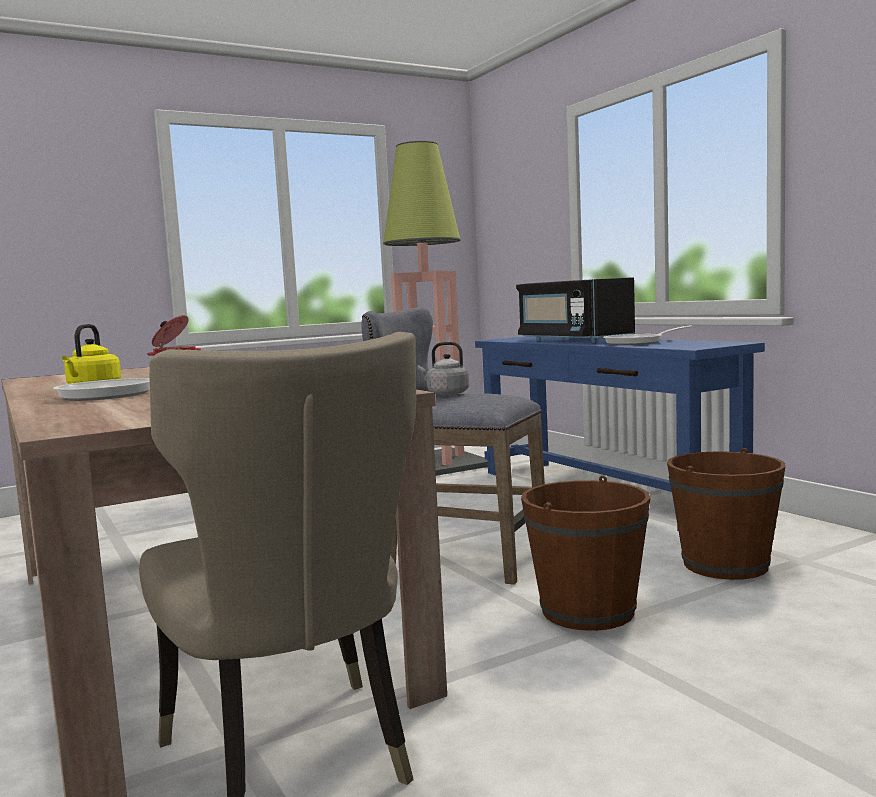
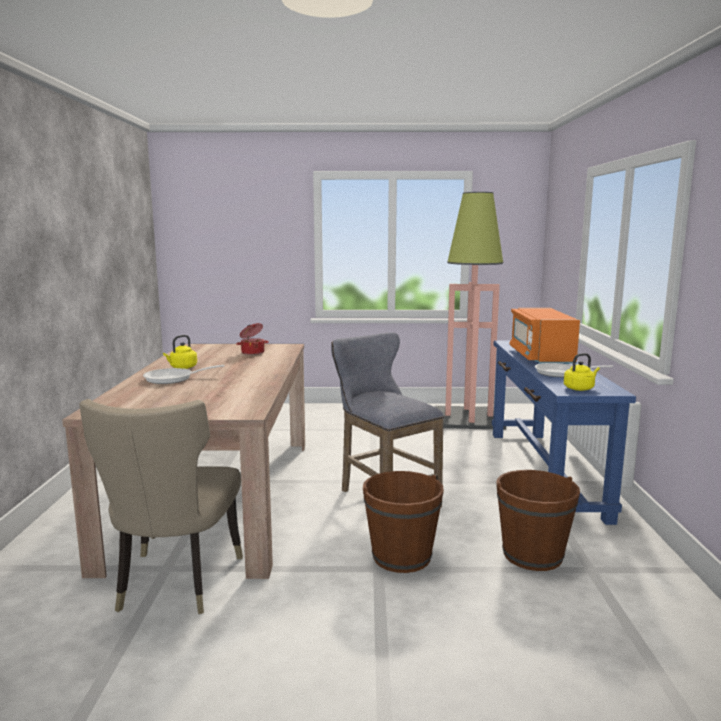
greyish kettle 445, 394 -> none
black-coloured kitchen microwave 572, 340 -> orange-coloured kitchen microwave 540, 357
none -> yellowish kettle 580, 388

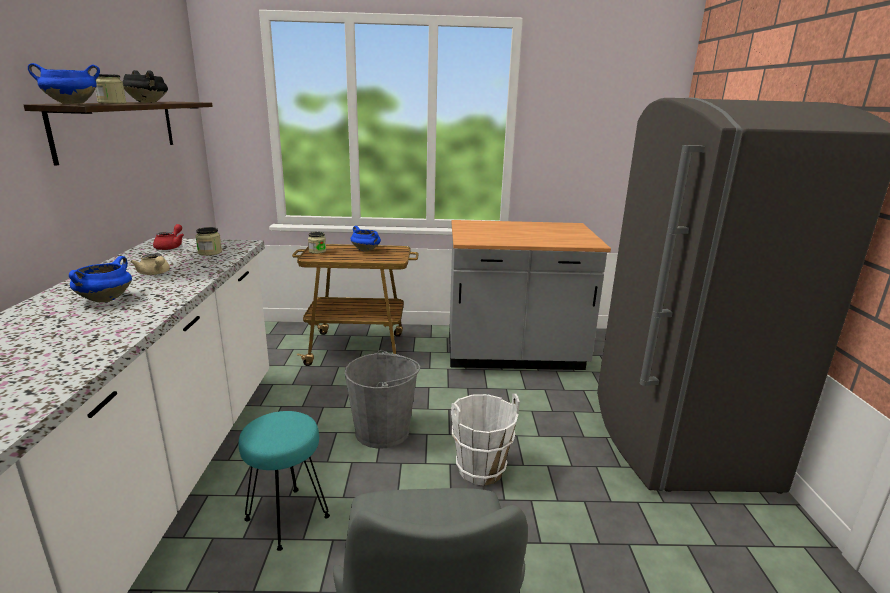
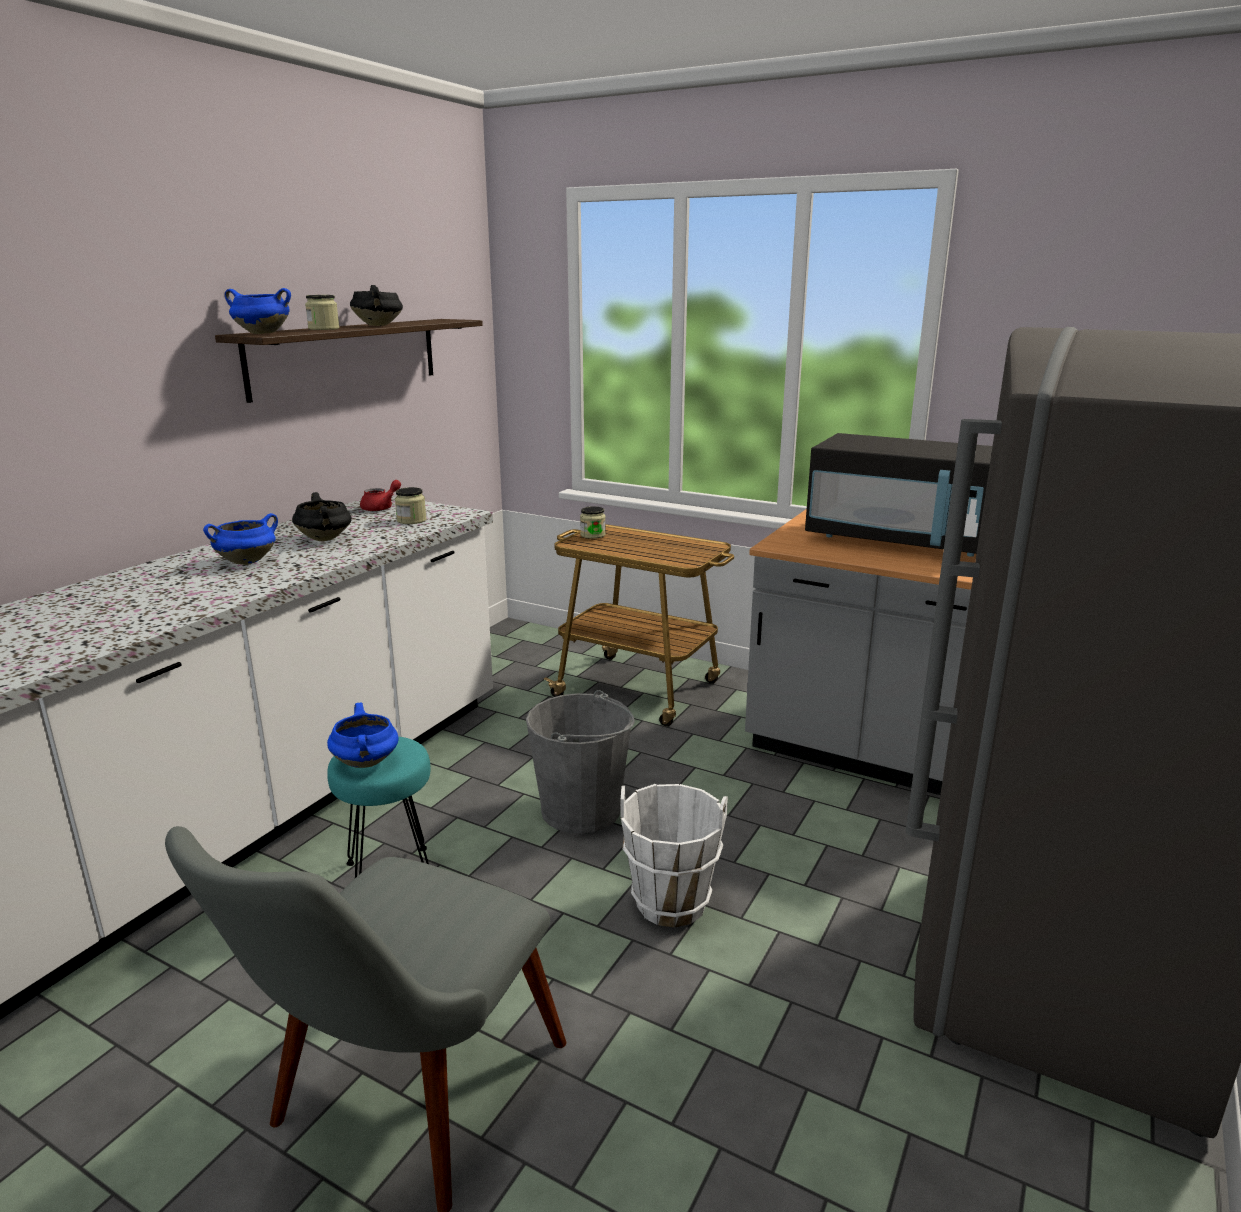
beige teapot 155, 273 -> black-coloured stockpot 325, 539
bluish stockpot 366, 250 -> bluish stockpot 366, 763, moved
none -> black-coloured kitchen microwave 897, 541

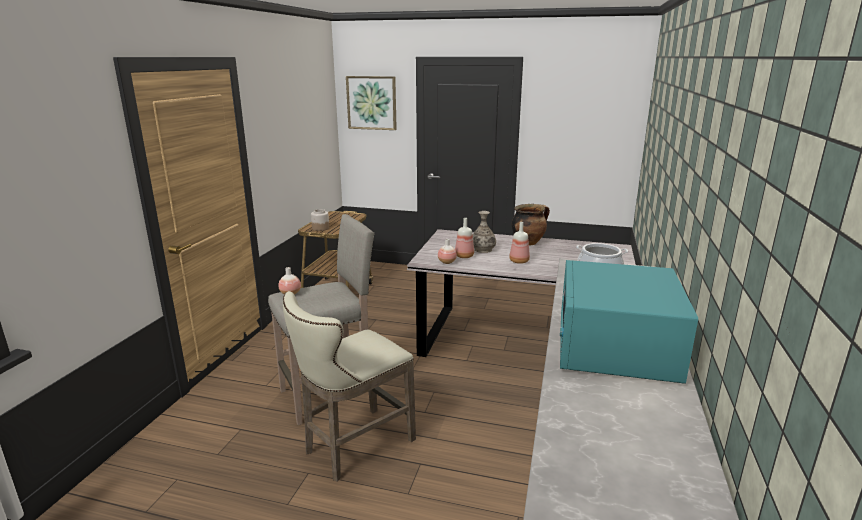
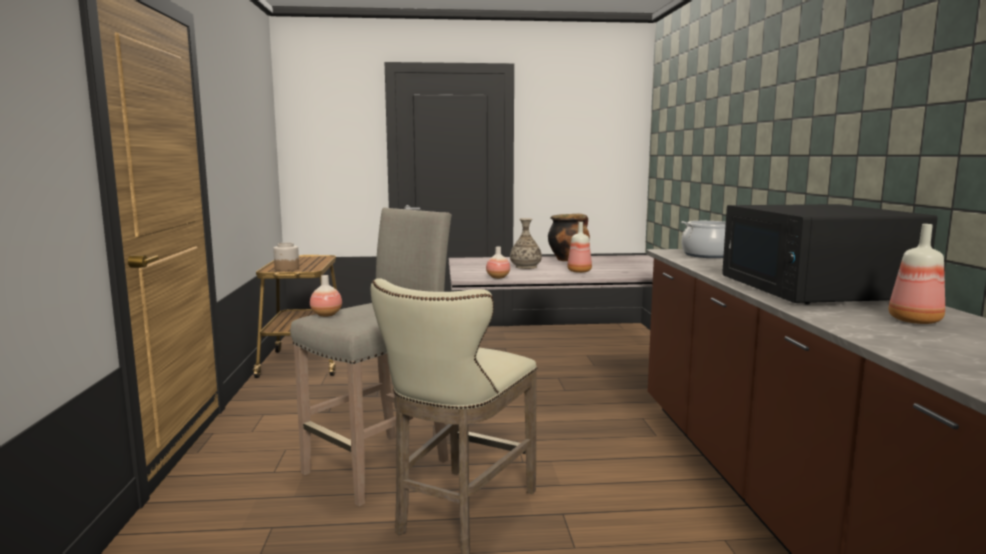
wall art 372, 103 -> none
beverage bottle 463, 256 -> beverage bottle 914, 321, moved
turquoise kitchen microwave 615, 347 -> black-coloured kitchen microwave 815, 289

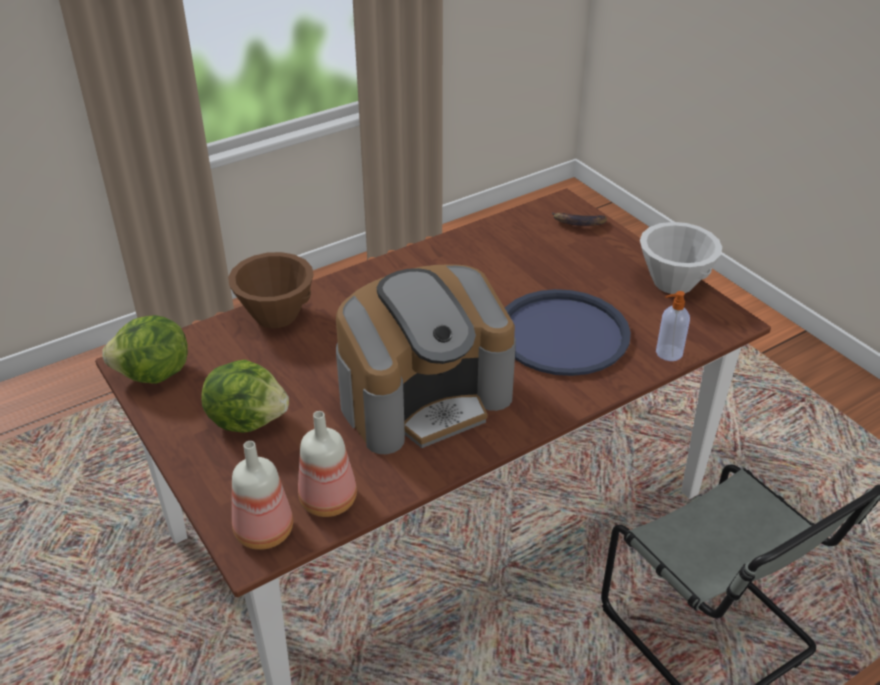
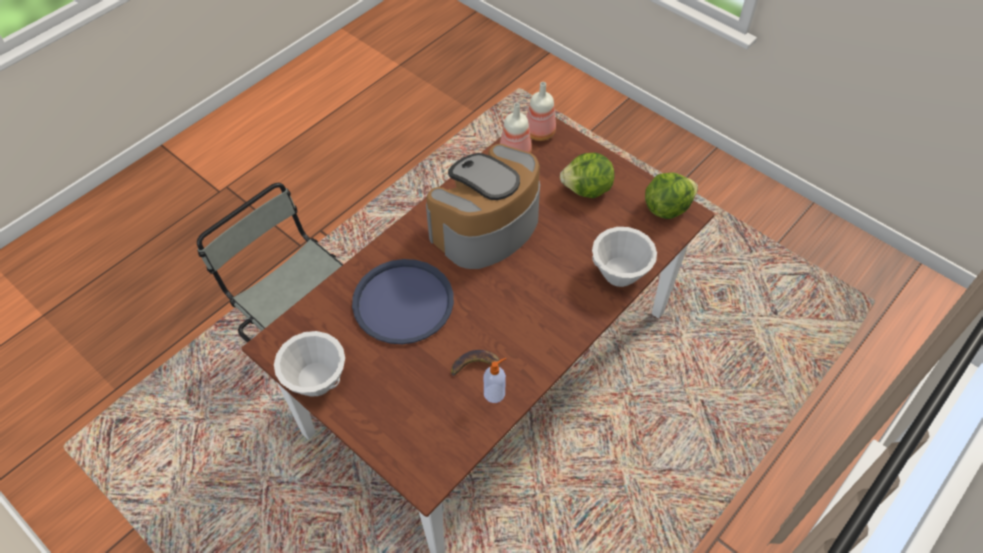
brownish bowl 276, 315 -> white-coloured bowl 620, 274
banana fruit 578, 223 -> banana fruit 476, 366, moved
liquid soap bottle 668, 353 -> liquid soap bottle 495, 393, moved

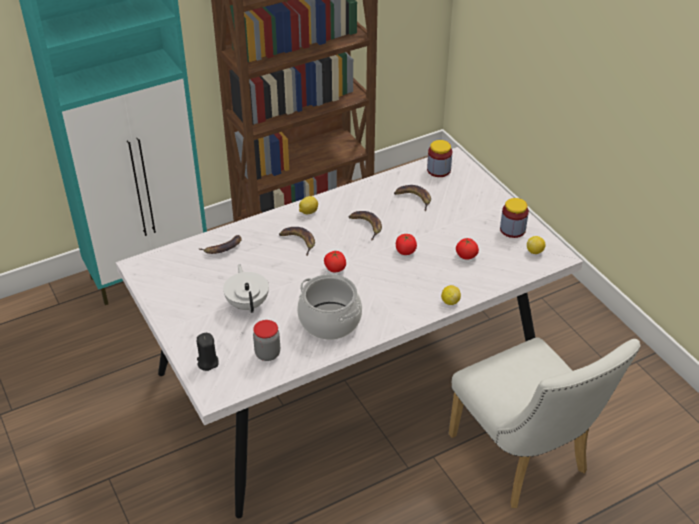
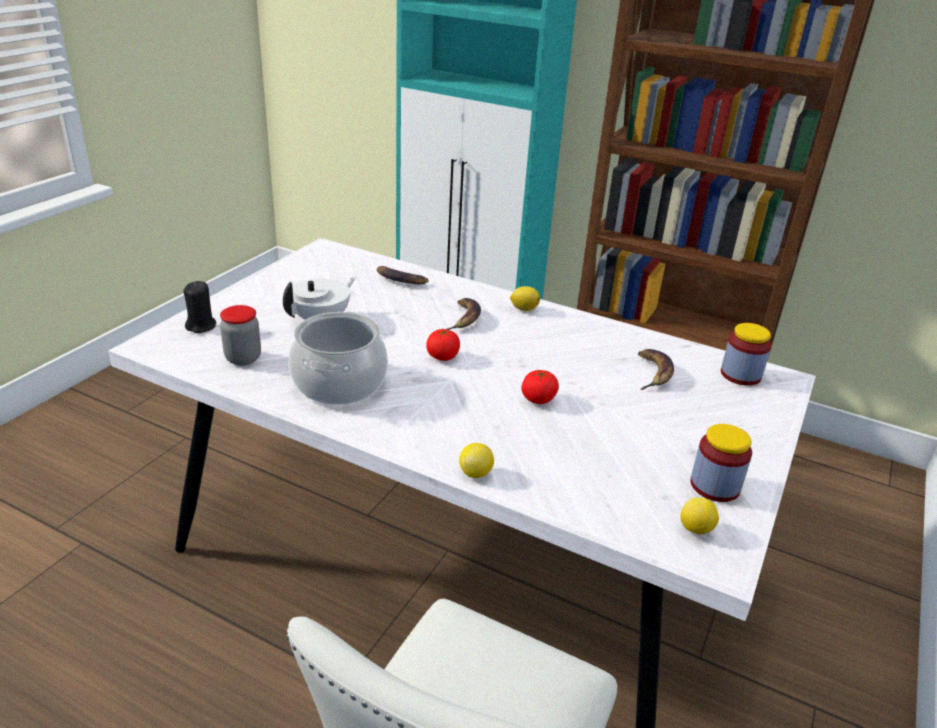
banana fruit 367, 226 -> none
tomato 466, 256 -> none

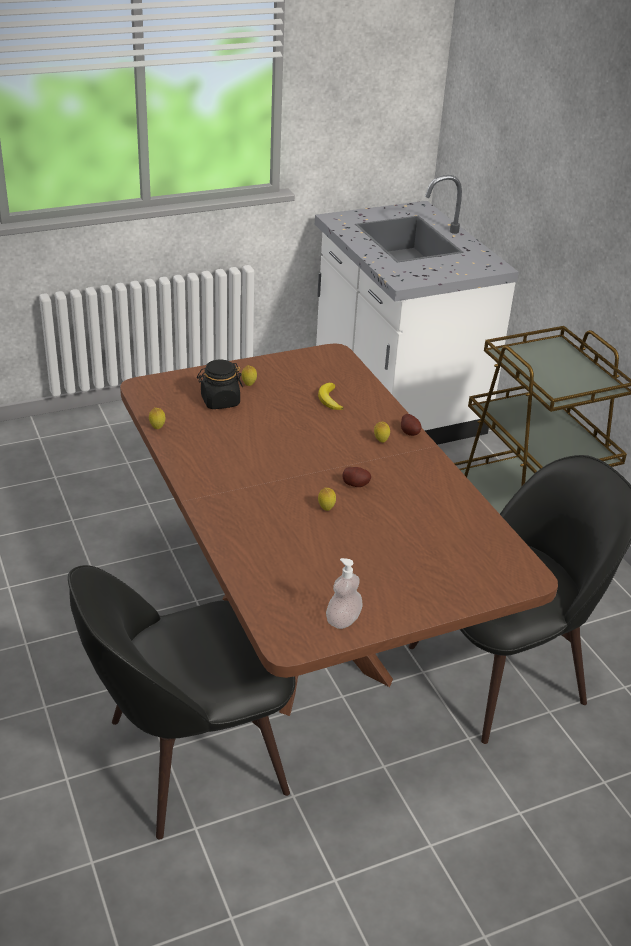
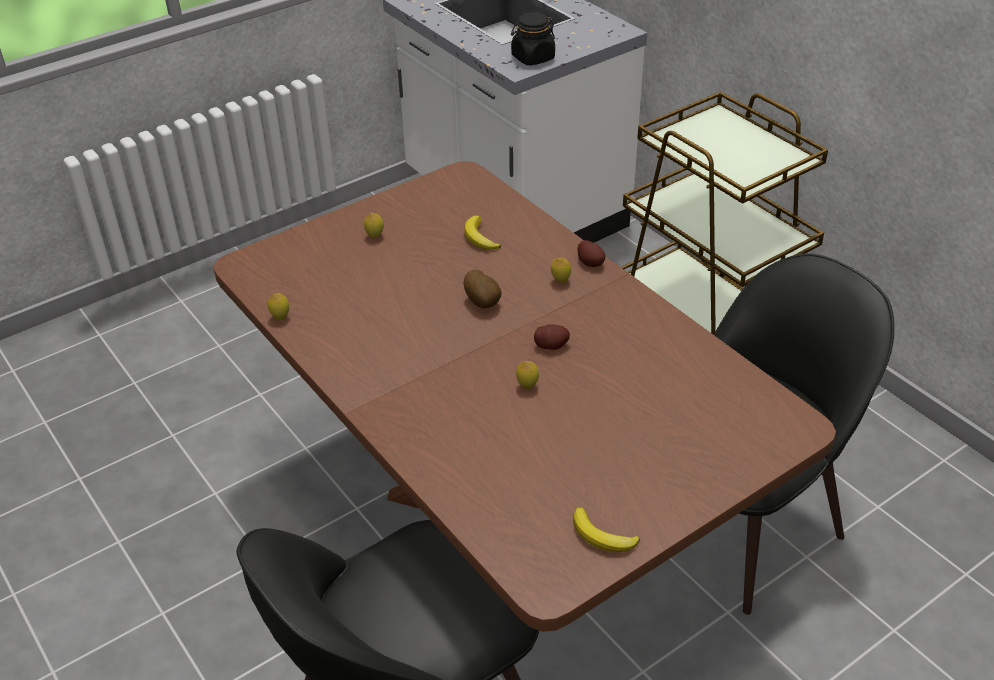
black-coloured preserve jar 220, 401 -> black-coloured preserve jar 532, 58, moved
liquid soap bottle 343, 620 -> banana fruit 602, 536
none -> whole potato 483, 302

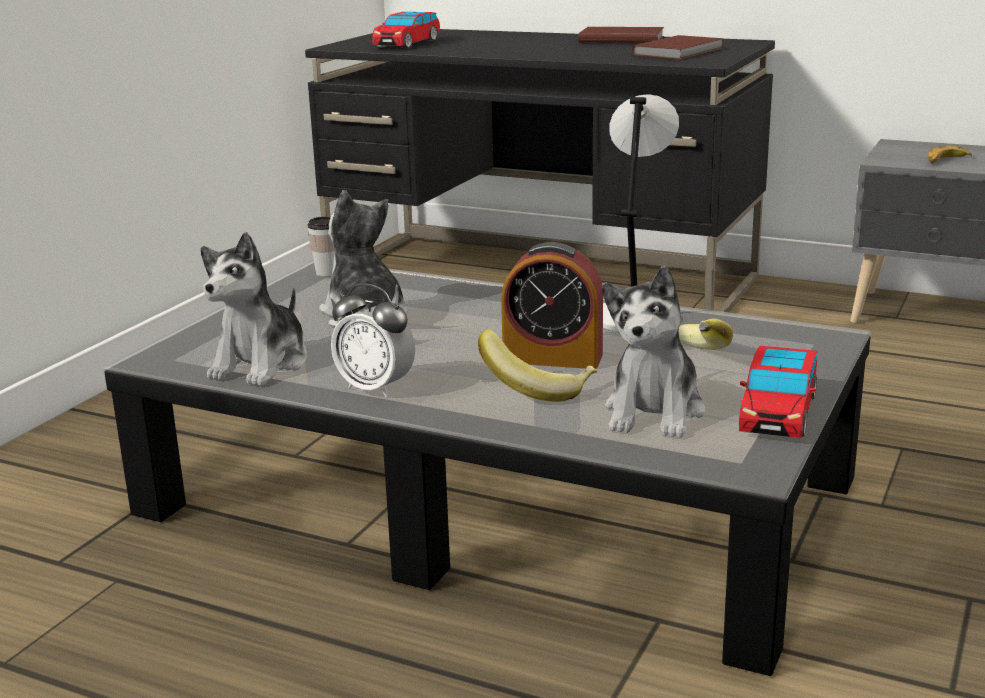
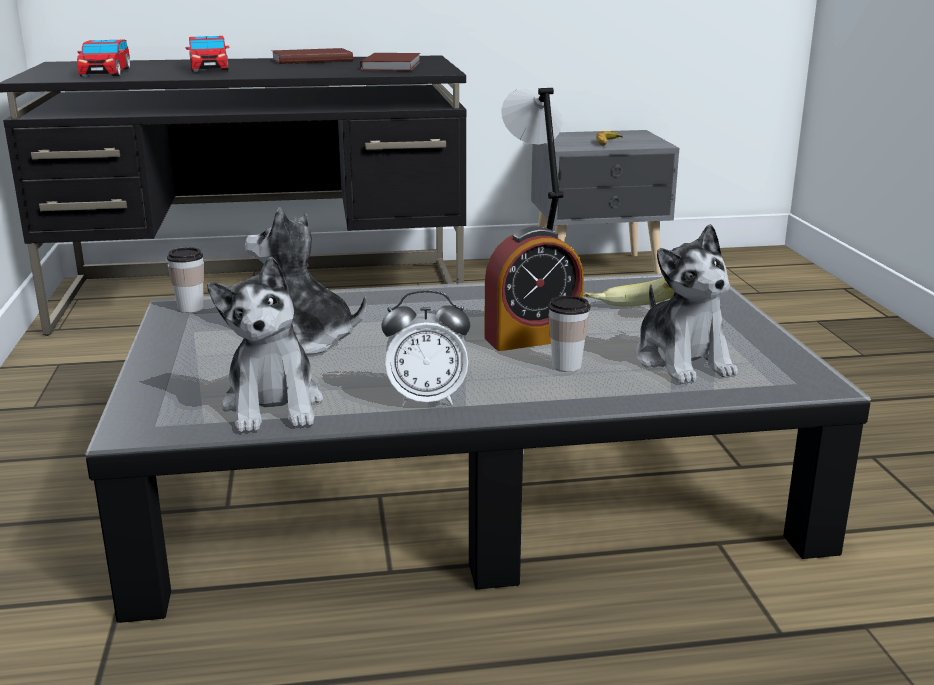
banana fruit 538, 389 -> drinking cup 566, 365
model car 778, 412 -> model car 209, 68, moved

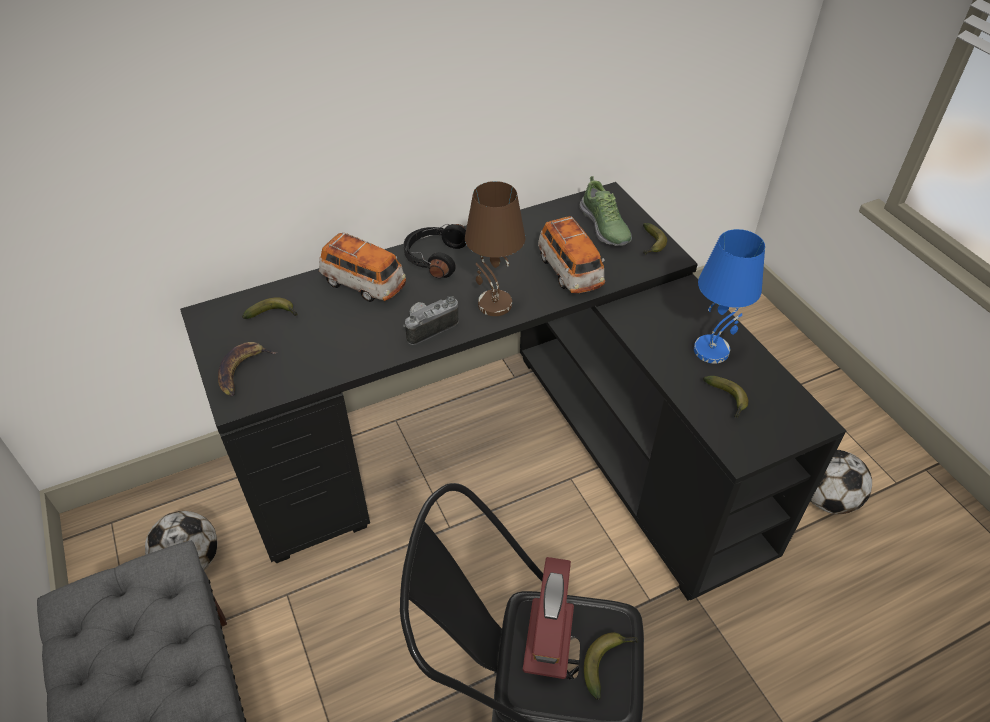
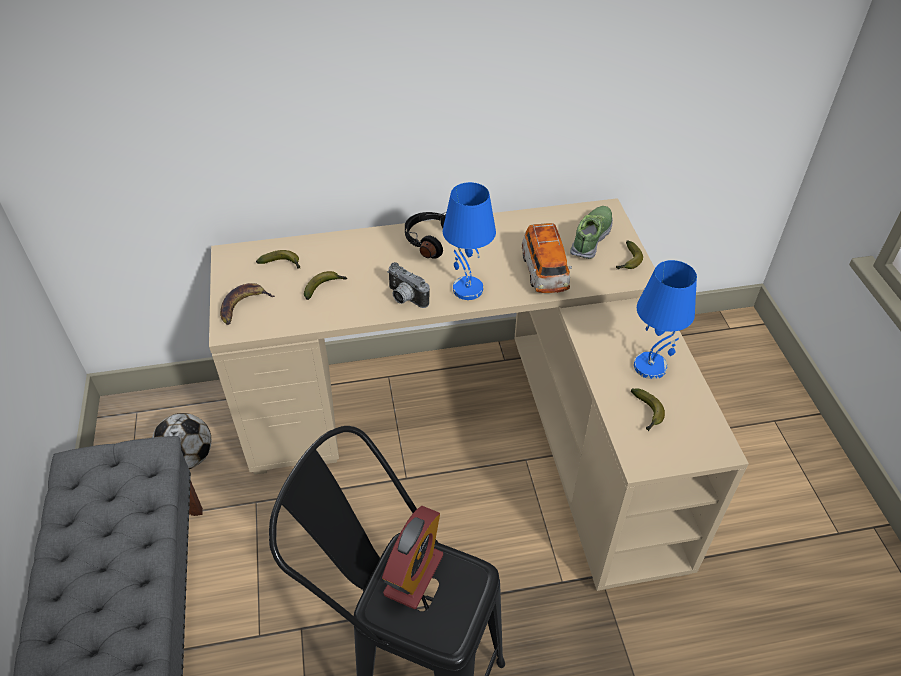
black-coloured desk unit 511, 452 -> beige desk unit 480, 425
model car 364, 284 -> none
photo camera 429, 327 -> photo camera 405, 298, 120 degrees counterclockwise
brownish tabletop lamp 493, 304 -> bluish tabletop lamp 466, 289
item of footwear 605, 227 -> item of footwear 591, 238, 150 degrees counterclockwise
banana fruit 608, 662 -> banana fruit 325, 287, moved
football 827, 499 -> none

